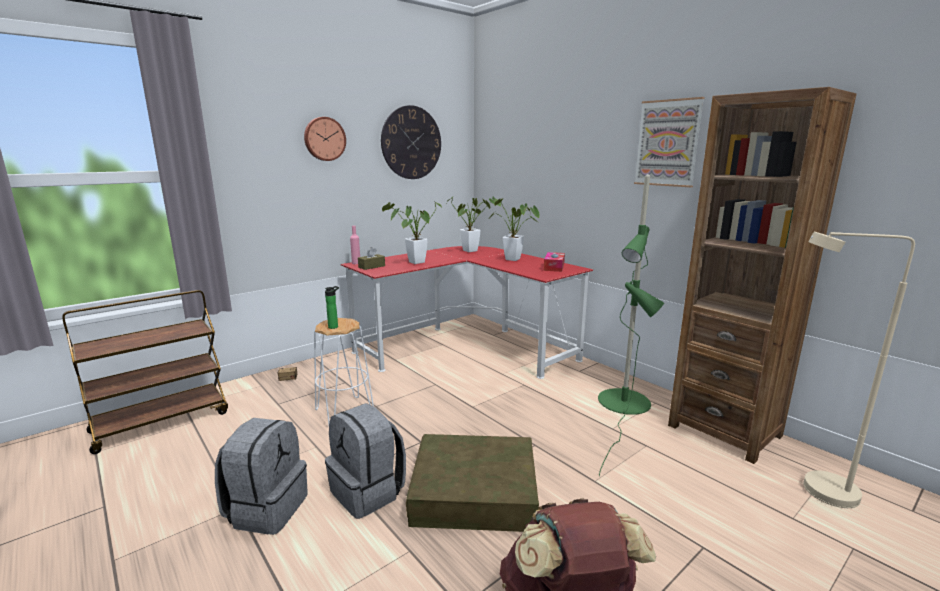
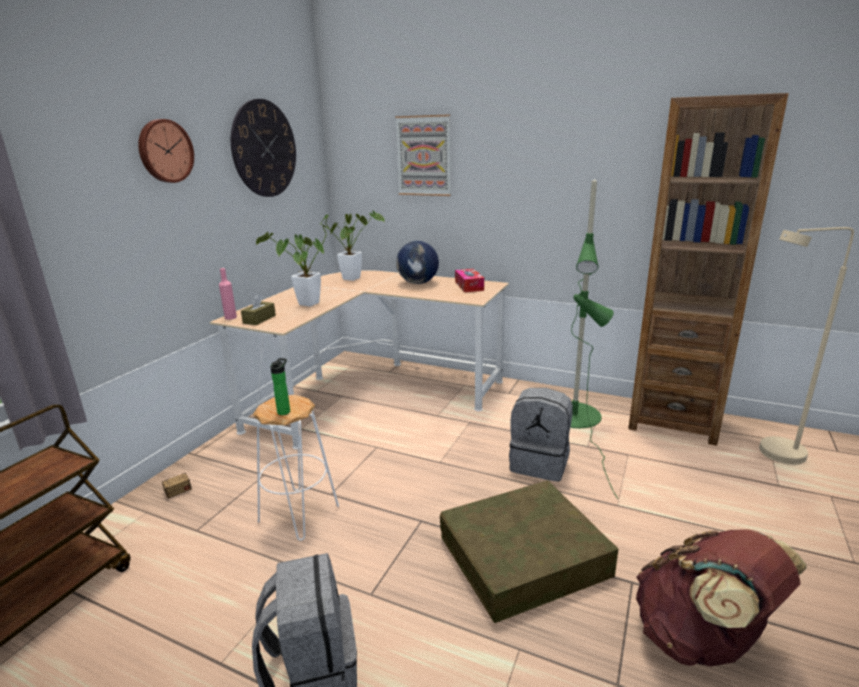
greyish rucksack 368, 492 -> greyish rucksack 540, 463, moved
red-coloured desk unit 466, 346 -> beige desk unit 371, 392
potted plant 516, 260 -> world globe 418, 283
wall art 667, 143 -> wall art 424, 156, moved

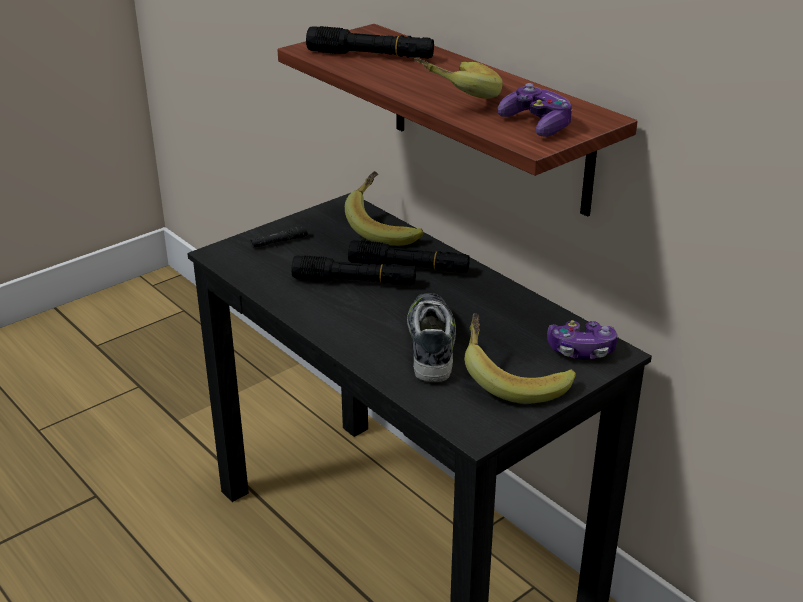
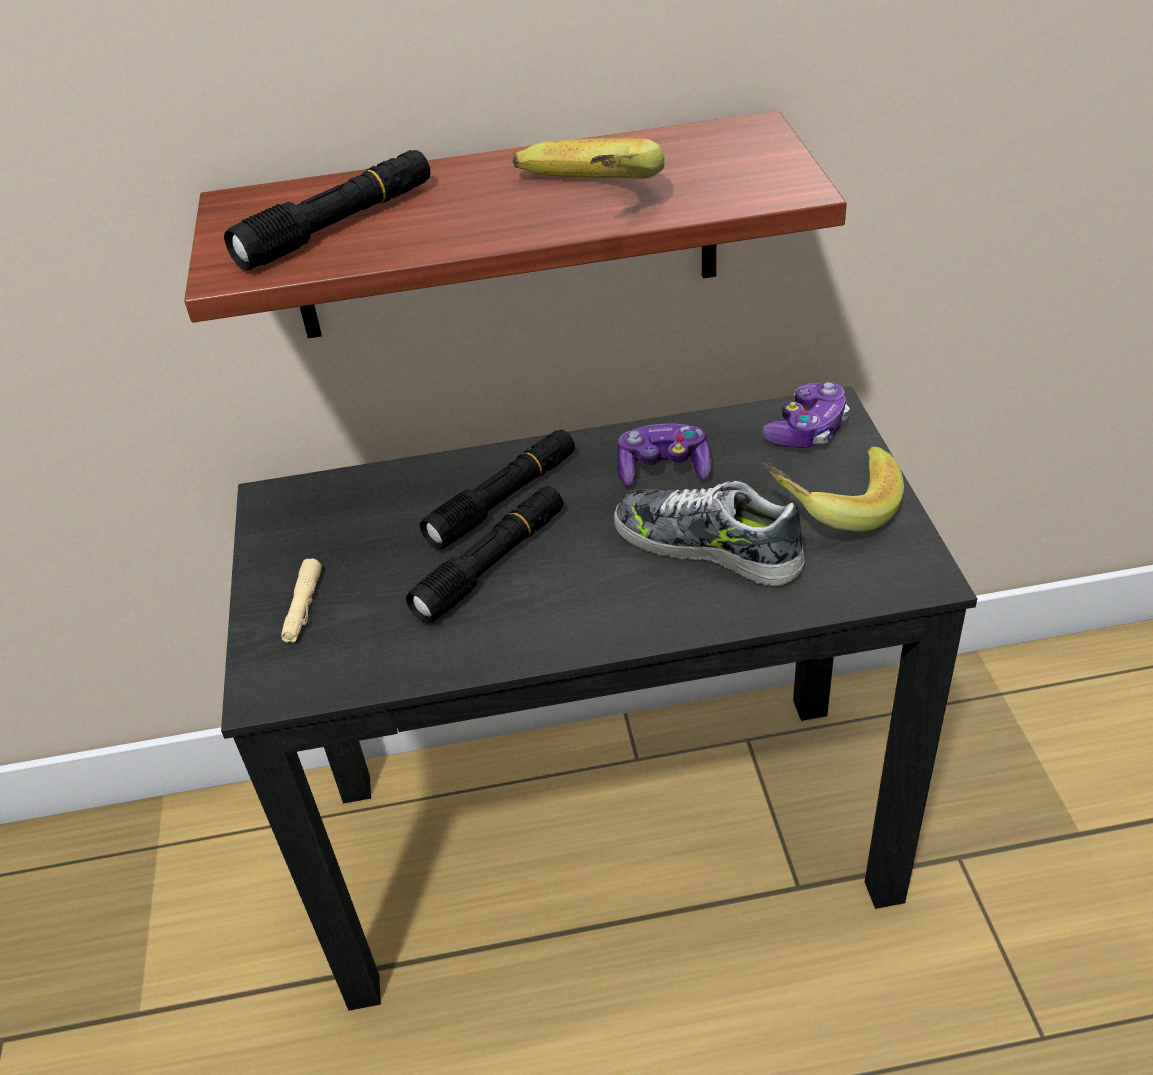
black-coloured hand torch 279, 242 -> beige hand torch 303, 607
banana fruit 385, 228 -> none
gamepad 536, 125 -> gamepad 663, 469, moved

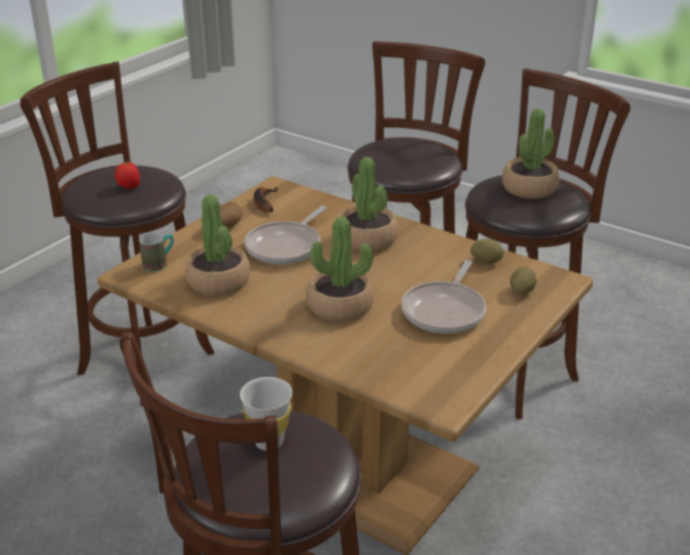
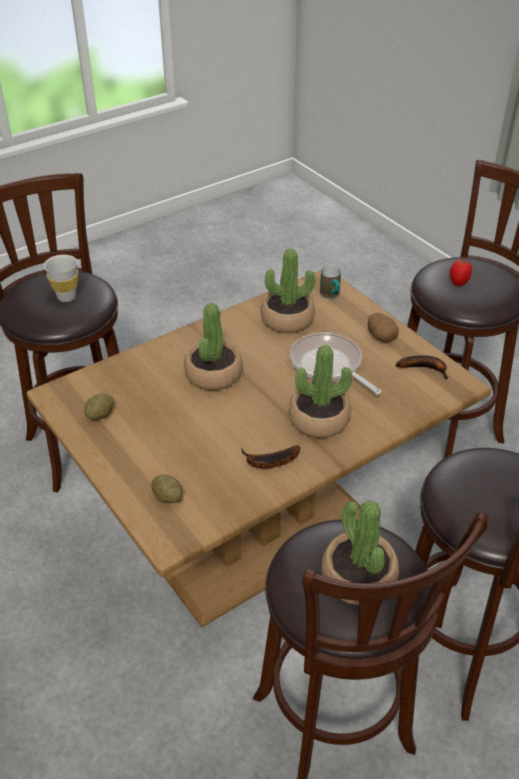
skillet 445, 311 -> none
whole potato 486, 261 -> whole potato 100, 415, moved
none -> banana fruit 269, 462

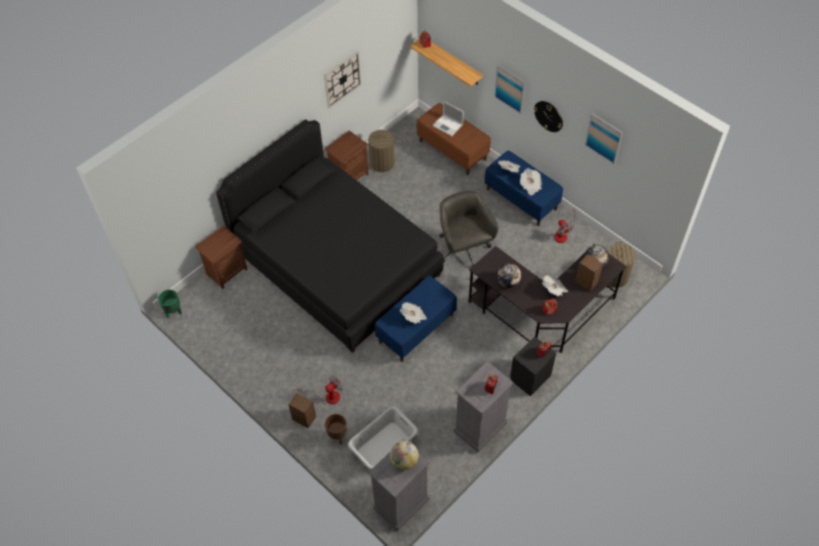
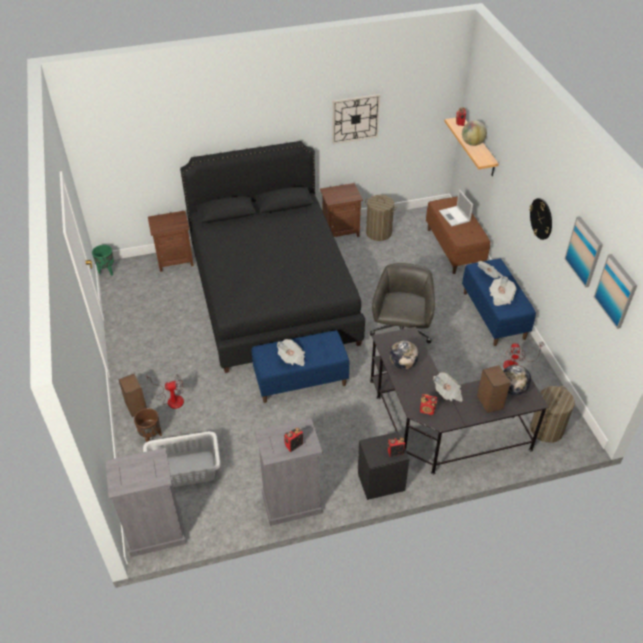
world globe 404, 461 -> world globe 472, 143, moved
wall art 510, 88 -> wall art 616, 291, moved

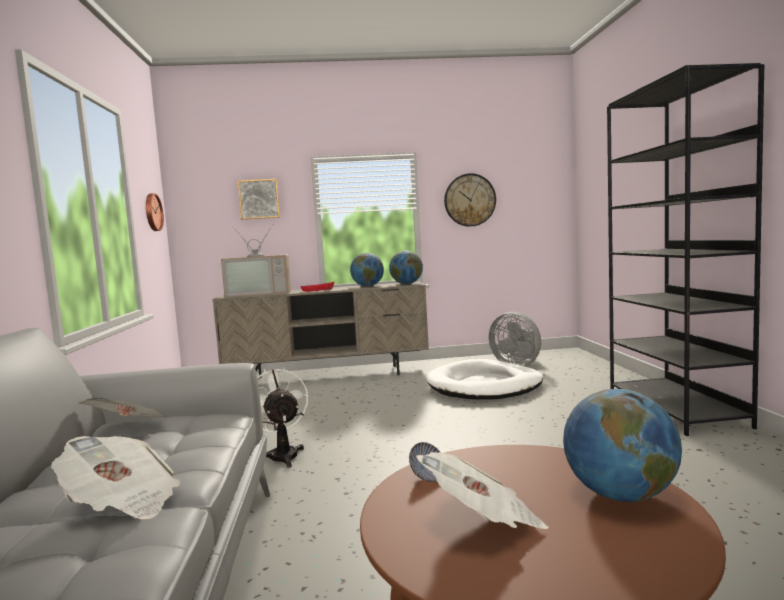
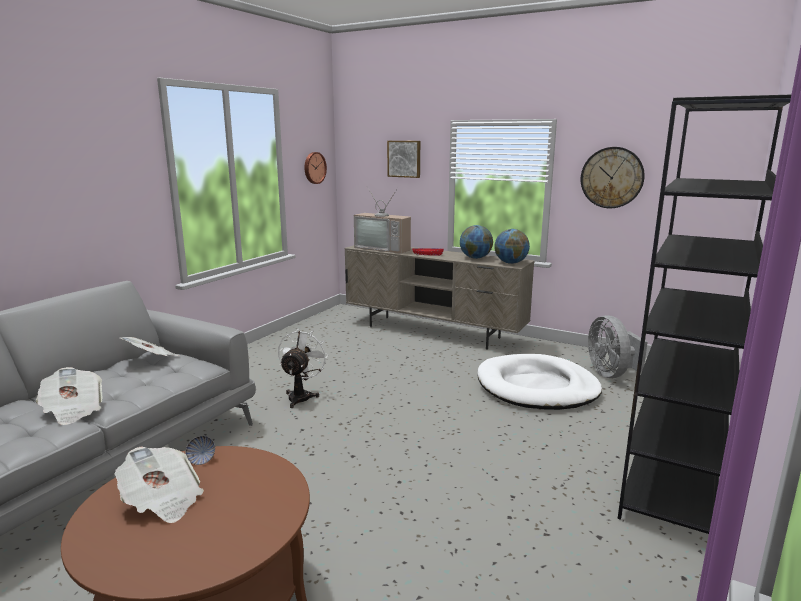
world globe 620, 495 -> none

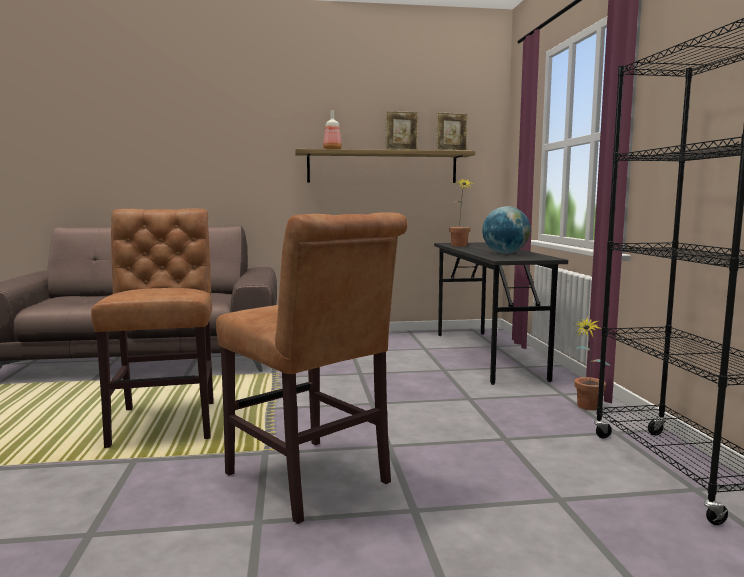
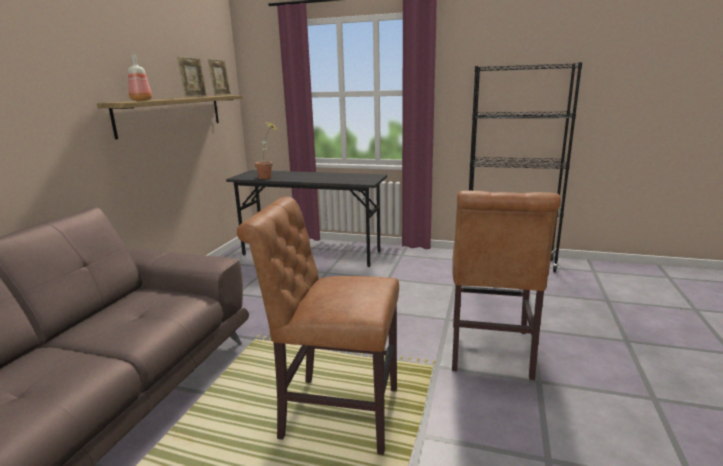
brownish upright chair 312, 482 -> brownish upright chair 490, 354, 120 degrees clockwise
world globe 505, 253 -> none
potted plant 586, 408 -> none

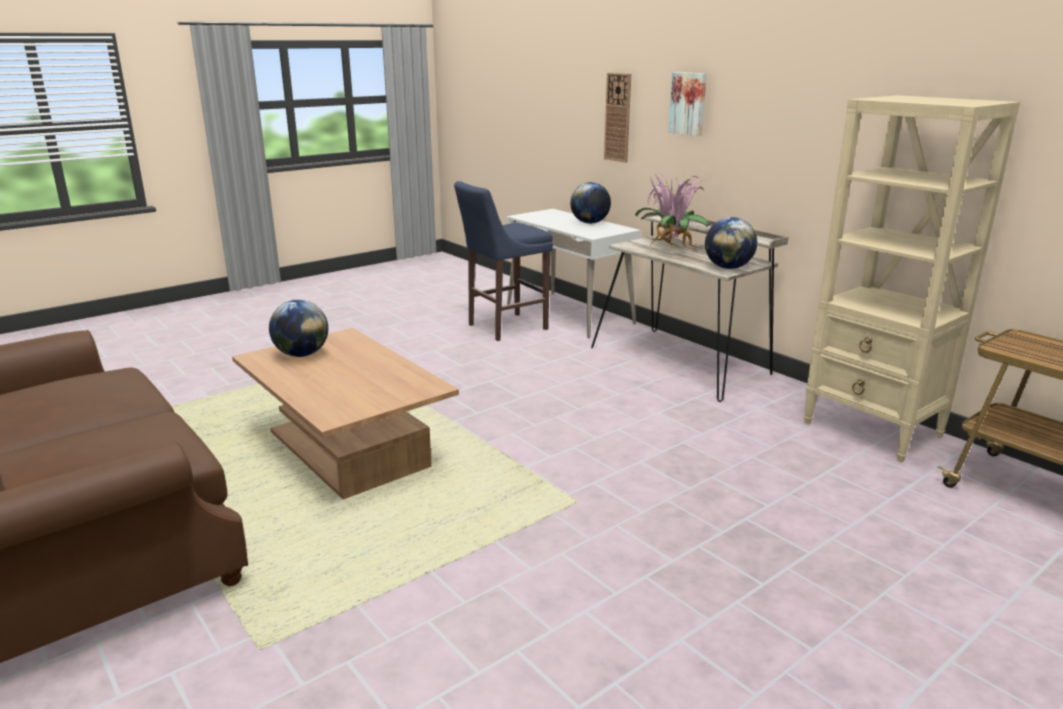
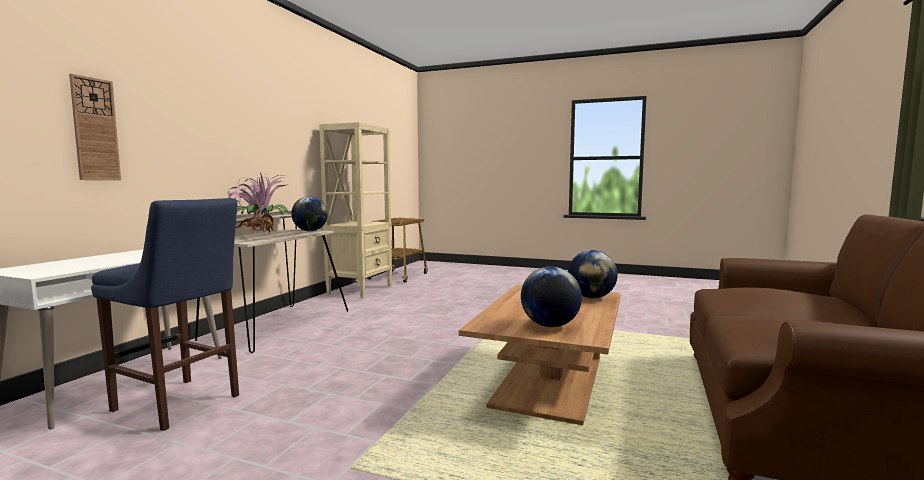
world globe 590, 223 -> world globe 591, 297, moved
wall art 689, 103 -> none

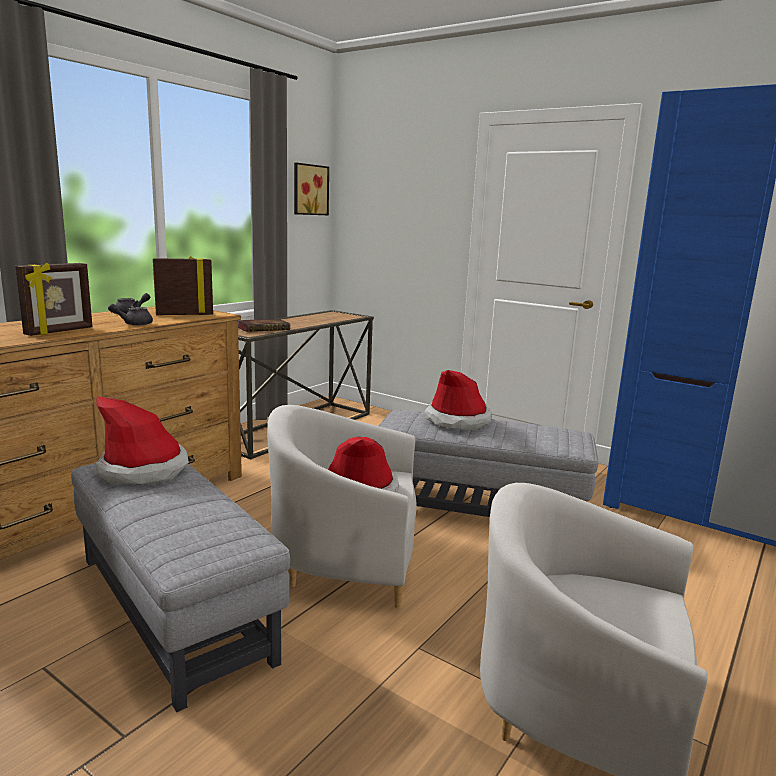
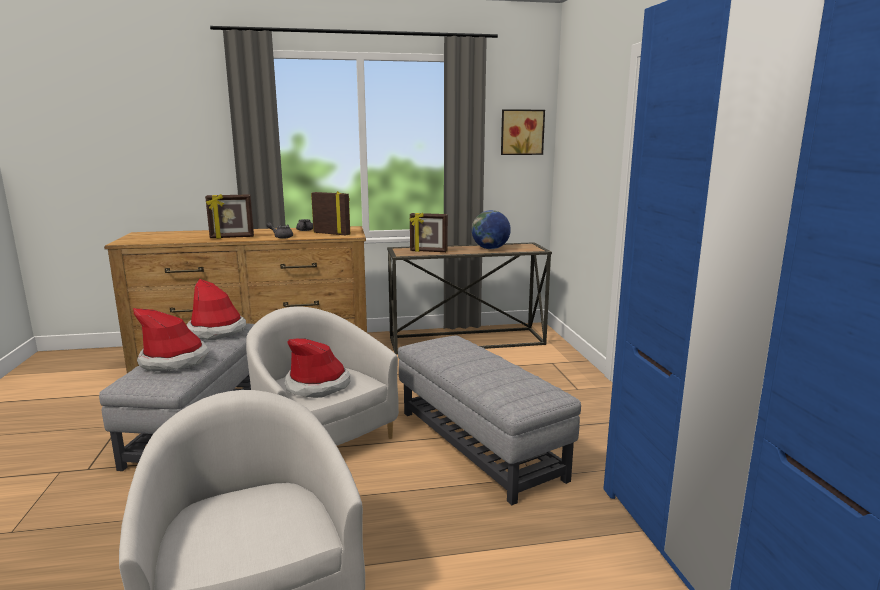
book 264, 328 -> photo frame 428, 251
clothing hat 457, 420 -> clothing hat 174, 360, moved
none -> world globe 490, 249

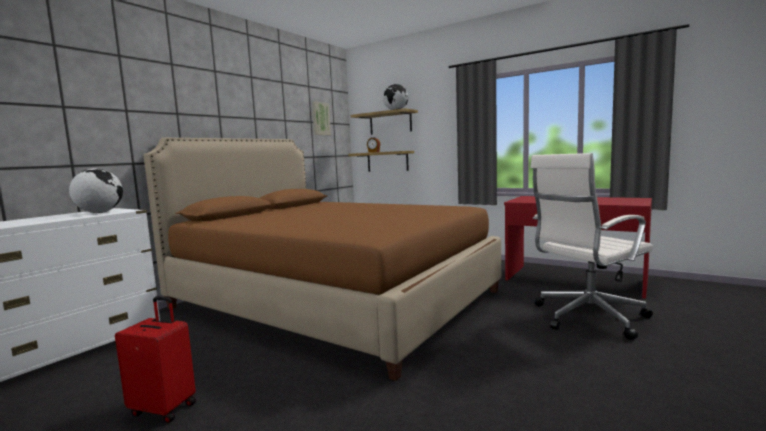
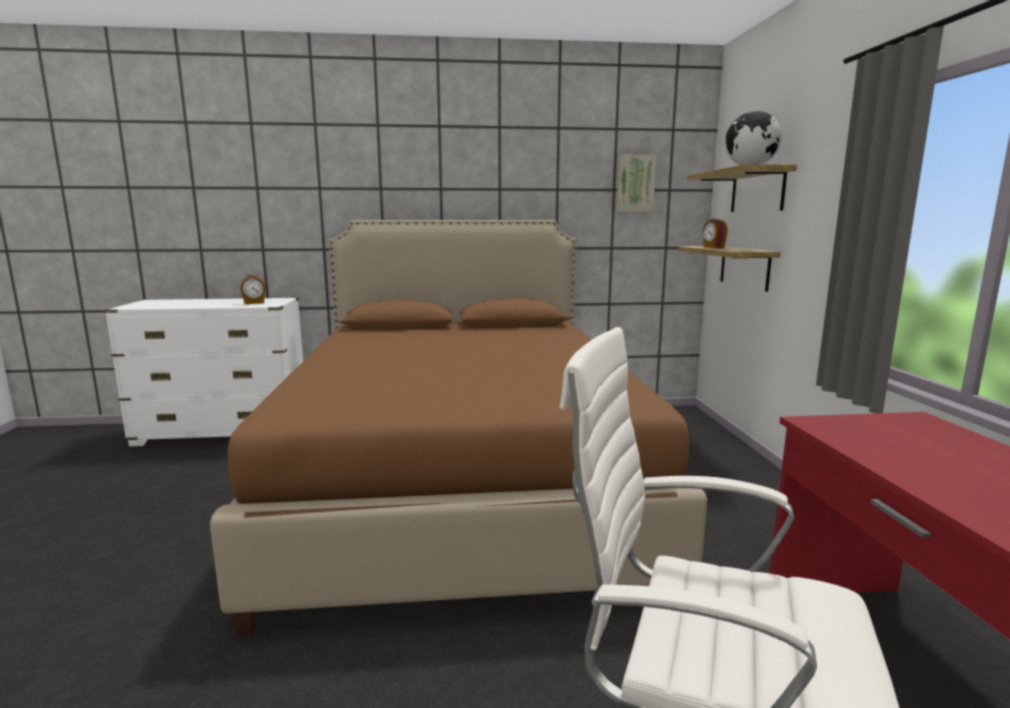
world globe 99, 212 -> table clock 254, 303
red-coloured piece of luggage 164, 408 -> none

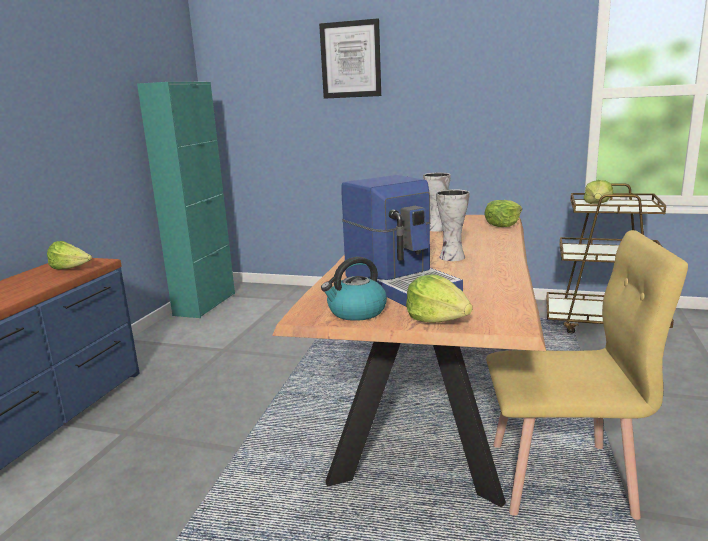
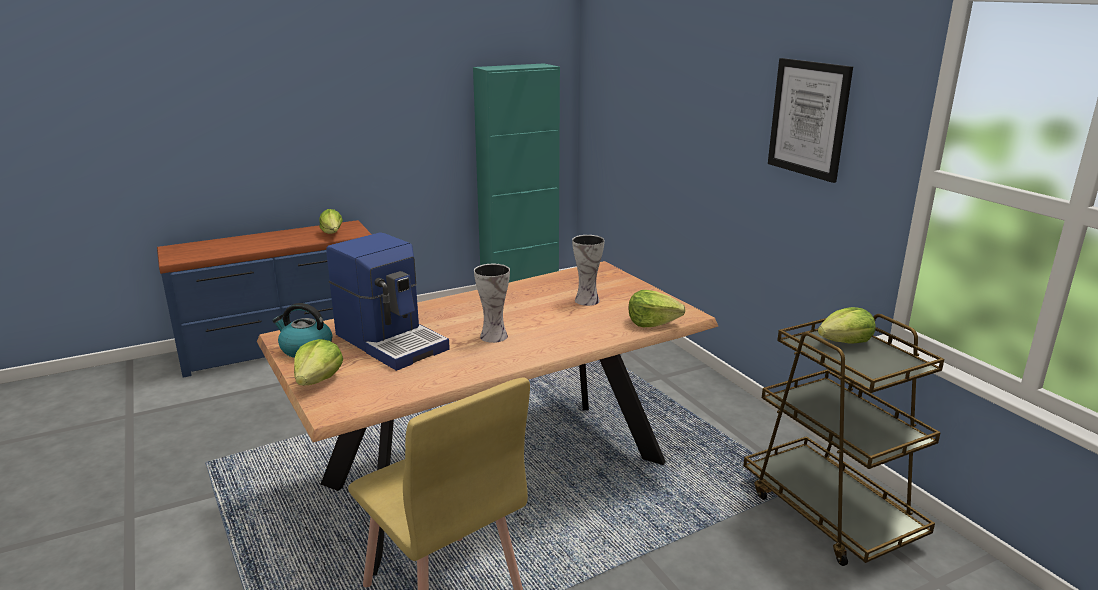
wall art 350, 59 -> wall art 808, 118, moved
coffee machine 401, 283 -> coffee machine 392, 341, 60 degrees counterclockwise

